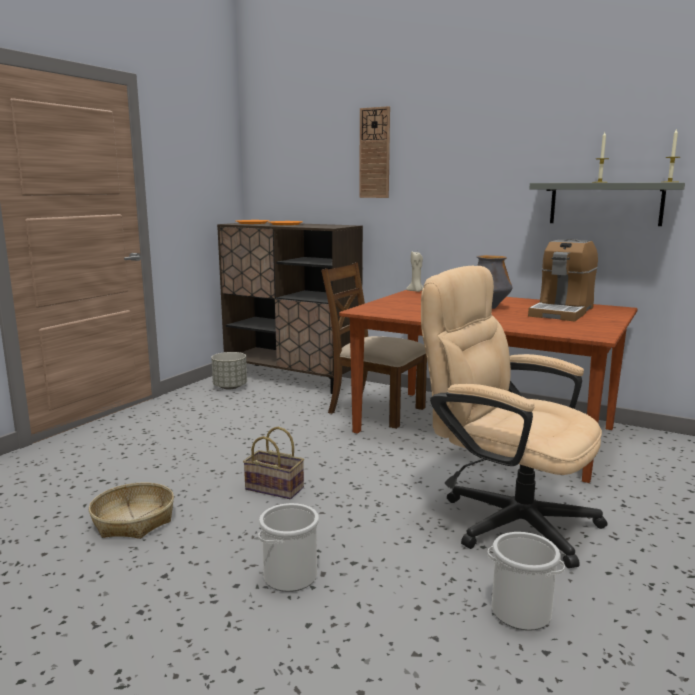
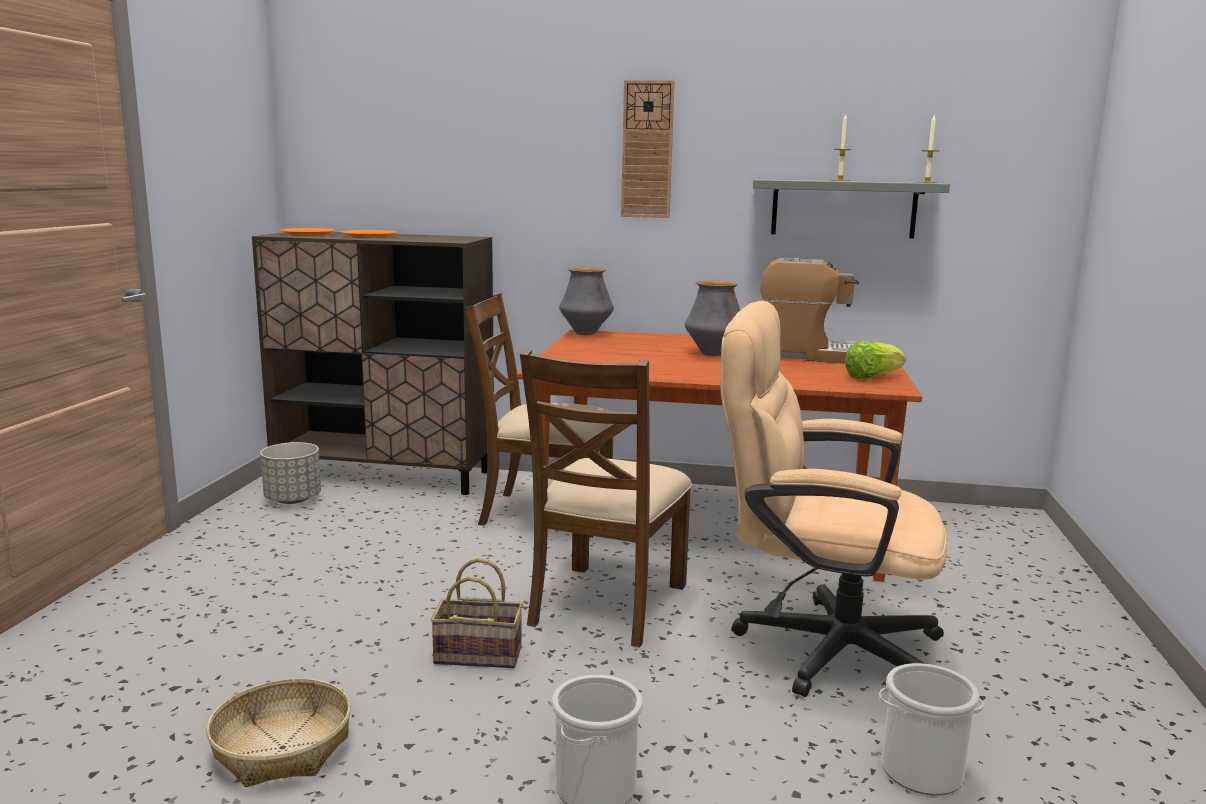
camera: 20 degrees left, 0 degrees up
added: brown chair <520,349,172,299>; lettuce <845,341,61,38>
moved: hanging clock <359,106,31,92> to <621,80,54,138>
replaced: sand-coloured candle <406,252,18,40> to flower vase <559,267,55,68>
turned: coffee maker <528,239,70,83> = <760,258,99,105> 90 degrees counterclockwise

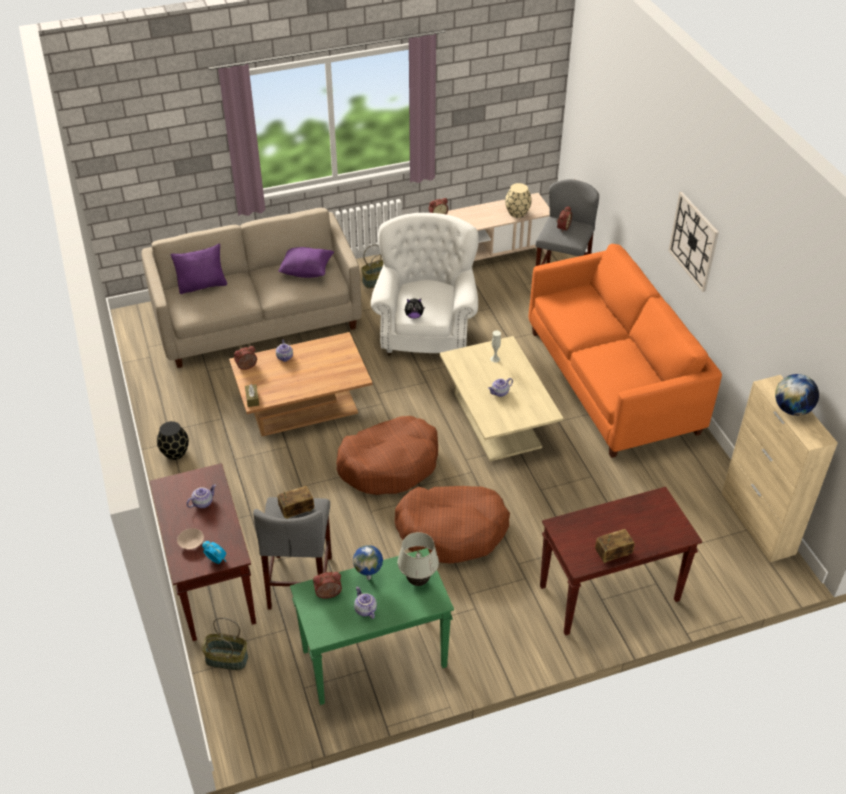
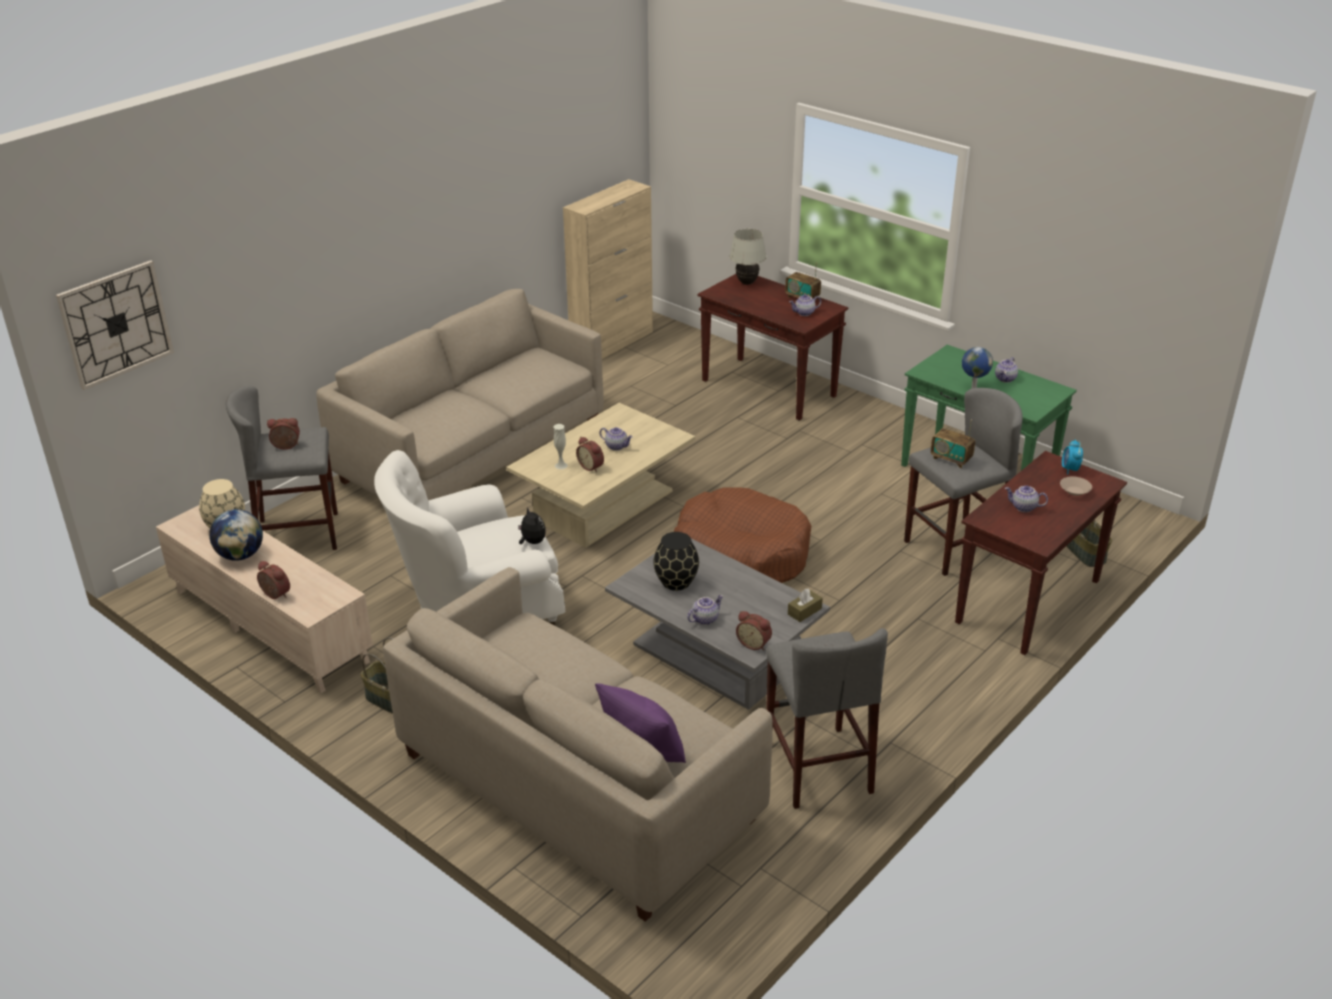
camera: 120 degrees left, 10 degrees down
removed: purple-coloured throw pillow <278,247,56,31>; brown pet bed <395,486,115,78>
added: grey stool seat <766,628,122,181>; pot for tea <789,294,32,22>
moved: black flower vase <157,421,32,39> to <653,532,46,59>; alarm clock <313,572,29,27> to <576,437,28,36>; whitish tabletop lamp <398,532,41,54> to <729,229,37,56>; hanging clock <668,192,51,100> to <56,260,118,130>; desk globe <775,374,44,42> to <209,509,54,52>
recoloured: brown low table <229,332,144,104> to grey low table <605,538,225,172>; orange sofa <528,244,194,214> to sand-coloured sofa <316,289,288,211>

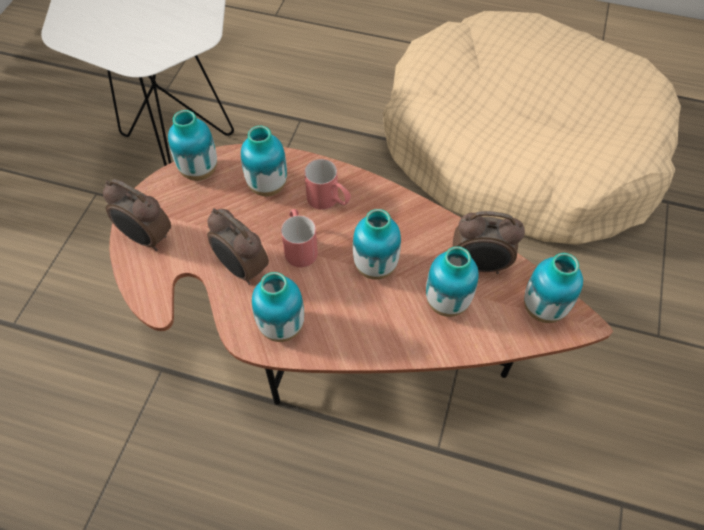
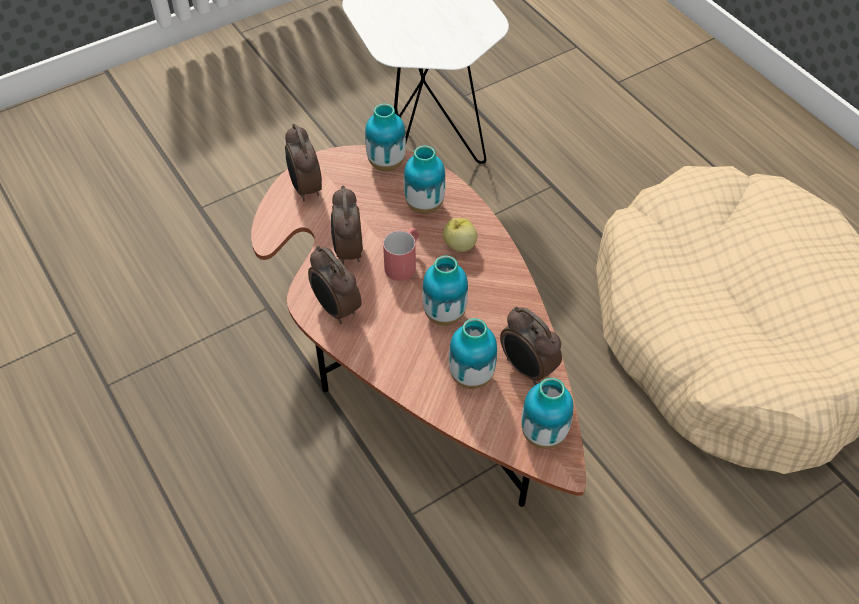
camera: 40 degrees right, 5 degrees down
replaced: flower vase <252,272,52,70> to alarm clock <308,246,54,78>; reddish coffee mug <304,159,47,51> to whole apple <443,218,34,34>

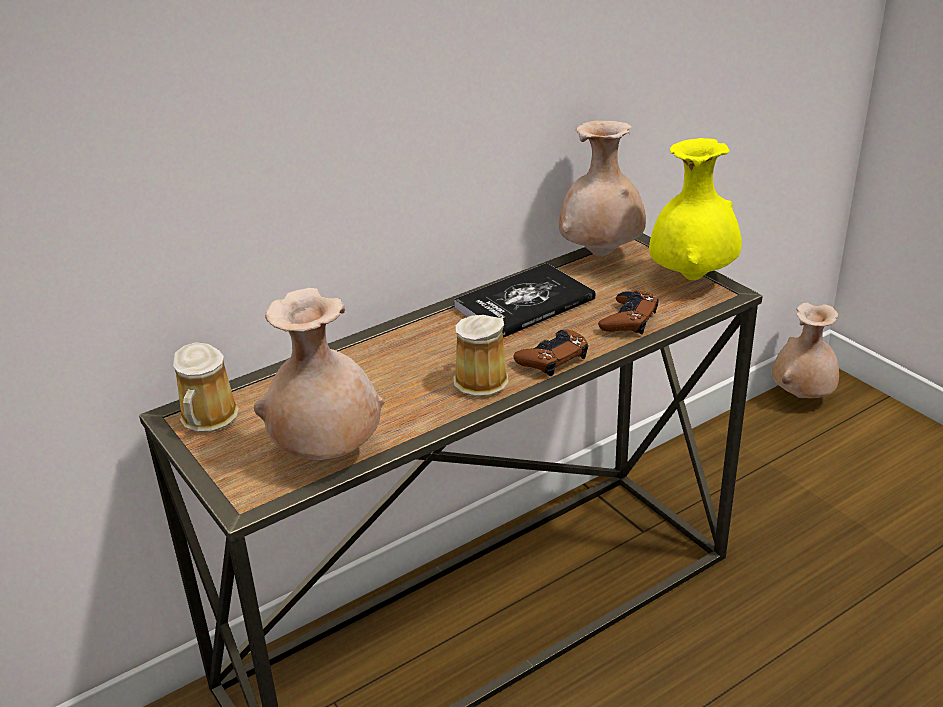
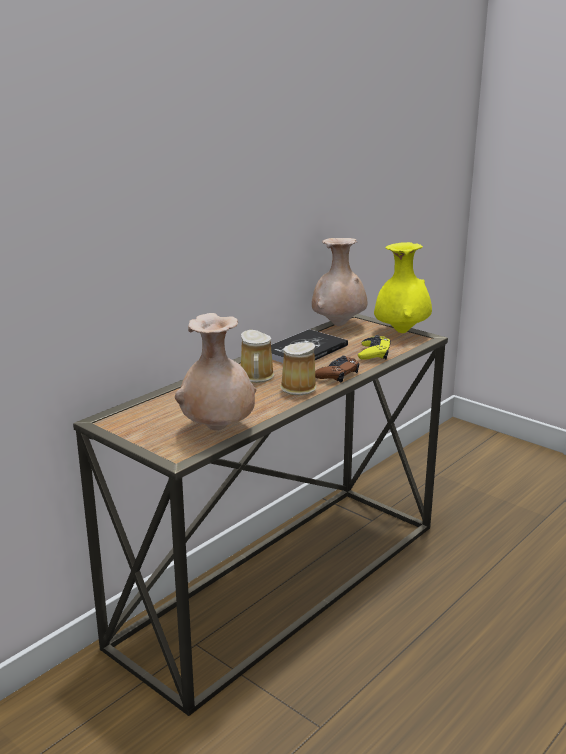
camera: 15 degrees left, 10 degrees down
removed: sand-coloured flower vase <772,302,67,96>
moved: coffee mug <173,342,66,90> to <241,330,34,53>
recoloured: brown game controller <598,291,61,43> to yellow-coloured game controller <358,335,33,25>

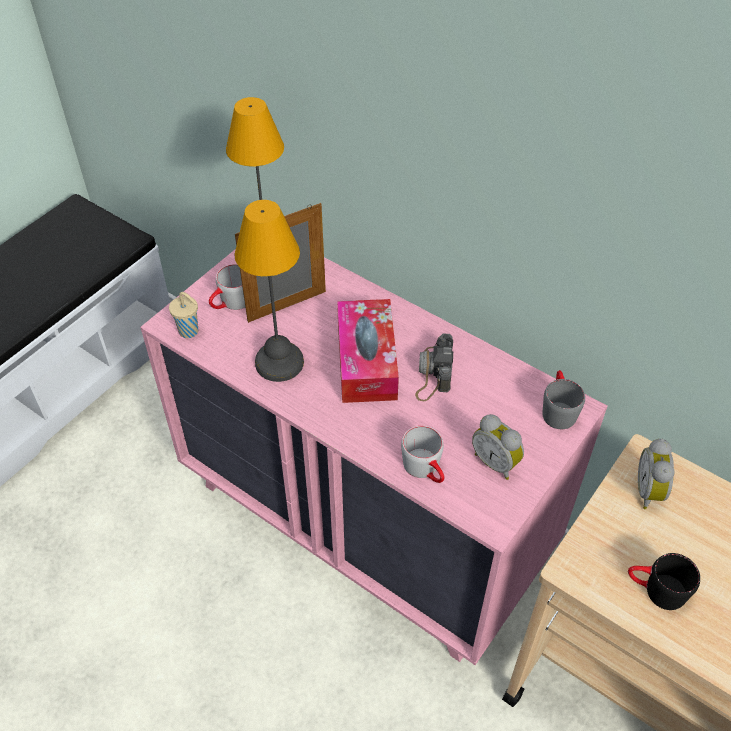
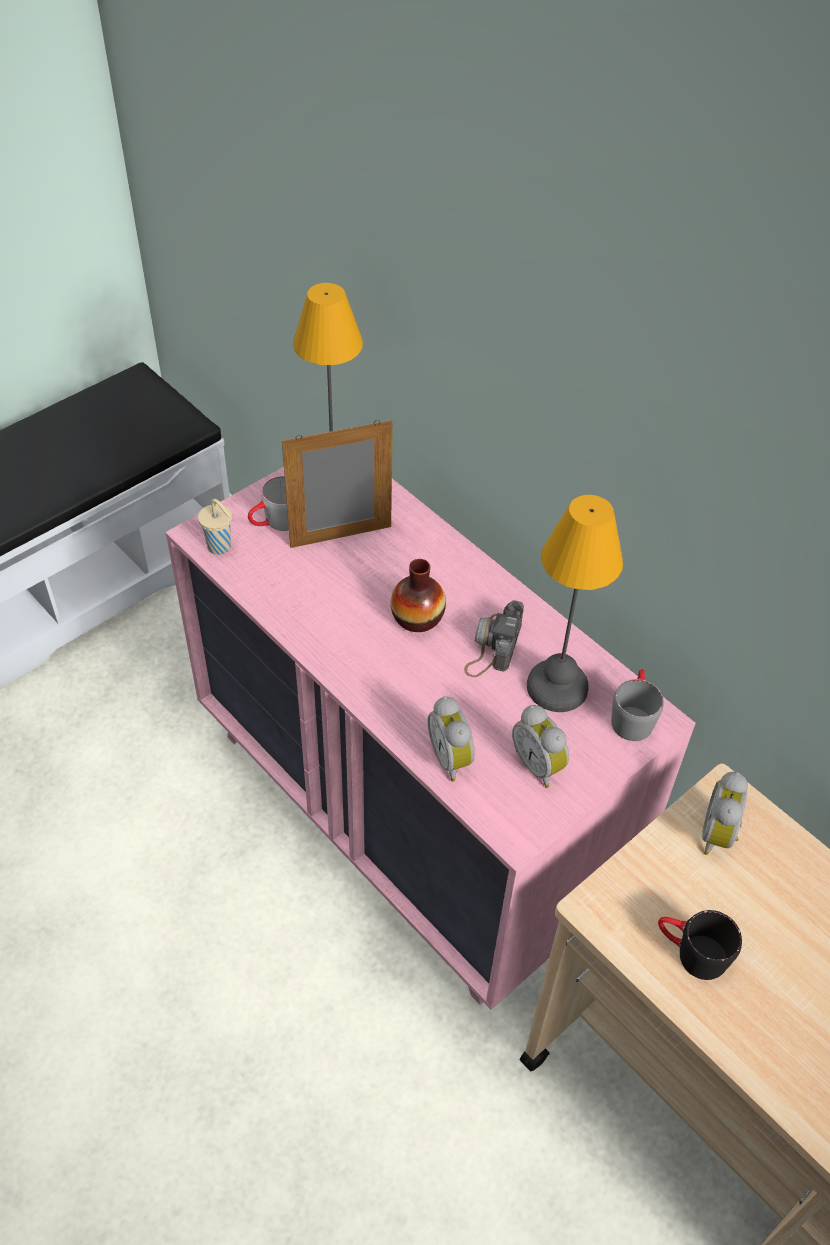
camera: 10 degrees right, 0 degrees up
moved: tabletop lamp <234,200,70,182> to <527,495,96,217>
replaced: box of tissues <337,299,62,104> to flower vase <391,559,55,73>; grey coffee mug <401,426,44,57> to alarm clock <428,696,47,86>

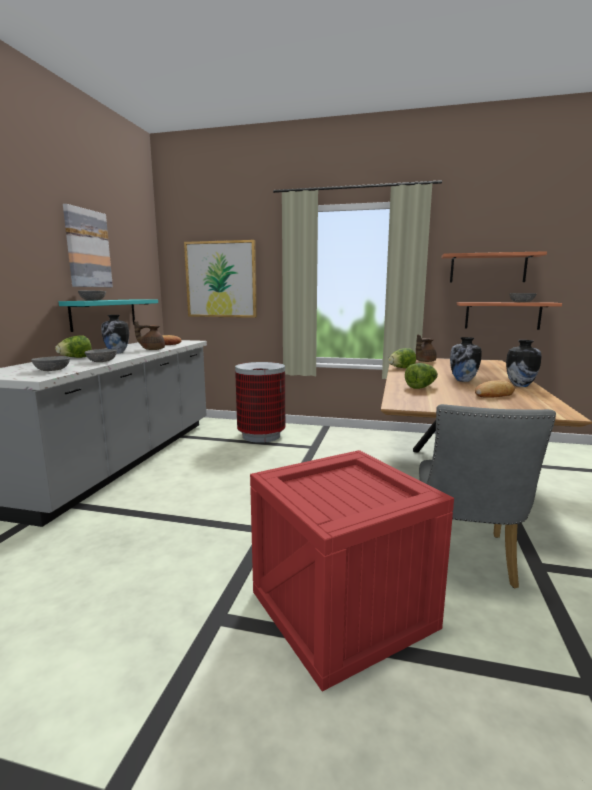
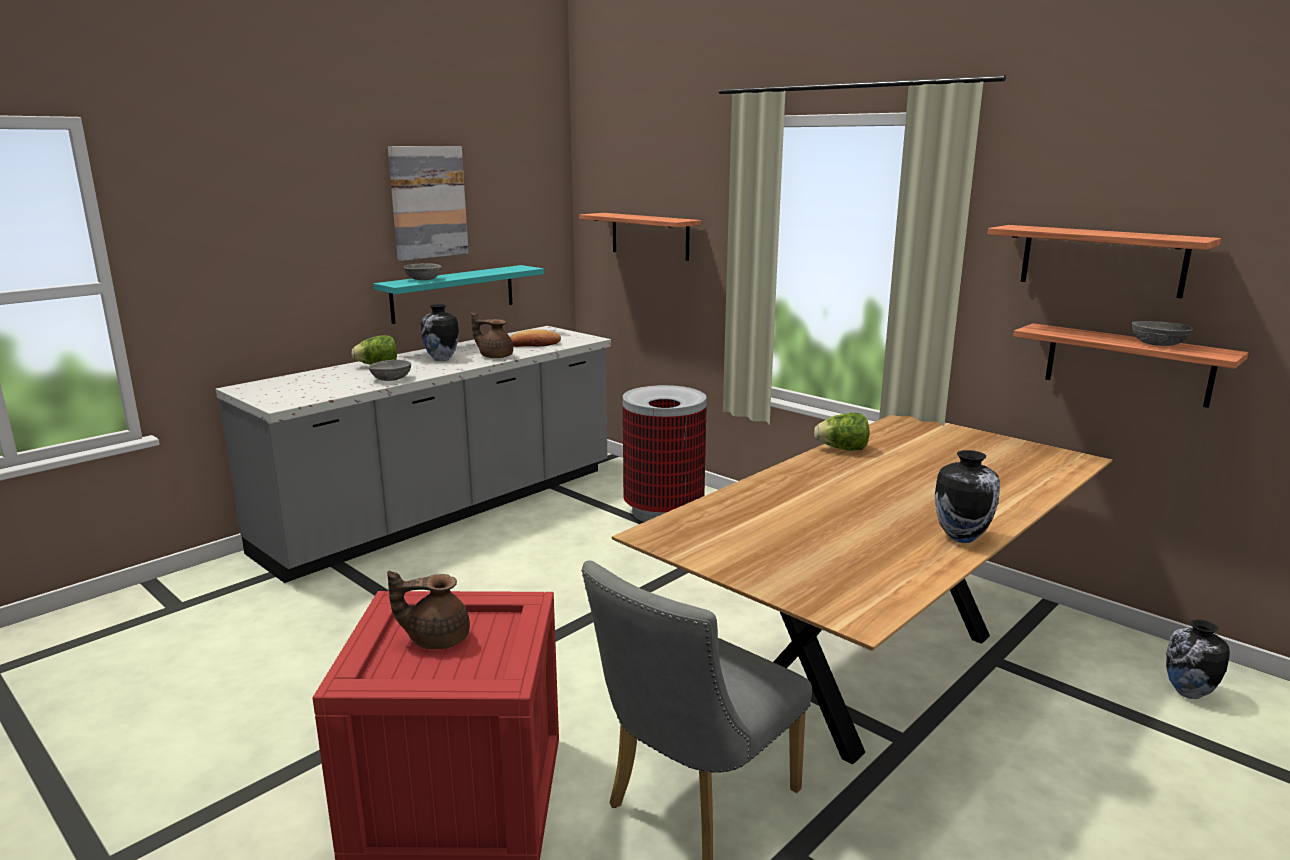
camera: 30 degrees right, 5 degrees up
removed: grey deep dish <31,356,39,15>; lettuce <405,363,33,26>; bread <475,380,40,18>
moved: brown pot for tea <416,335,21,27> to <387,570,83,79>; flower vase <450,337,32,45> to <1166,619,64,80>
replaced: wall art <184,240,73,78> to wall shelf <579,213,122,48>

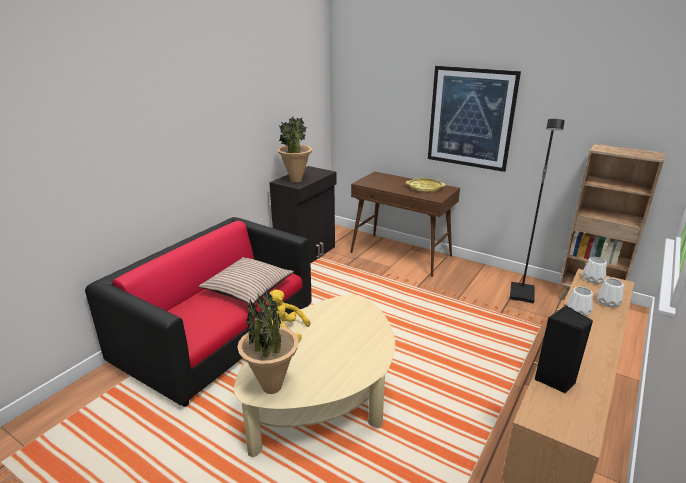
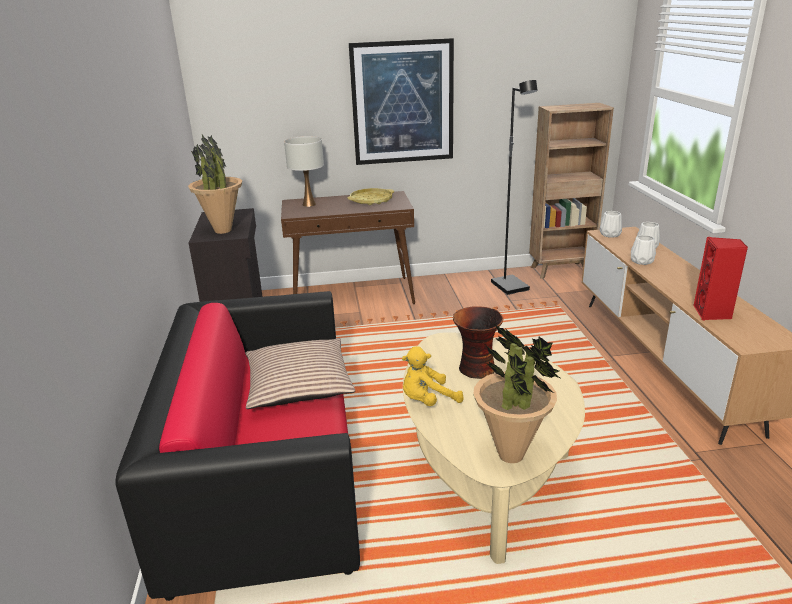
camera: 40 degrees left, 0 degrees up
added: whitish tabletop lamp <284,136,40,71>; flower vase <453,306,50,73>
recoloured: black speaker <535,305,58,88> to reddish speaker <694,237,54,83>

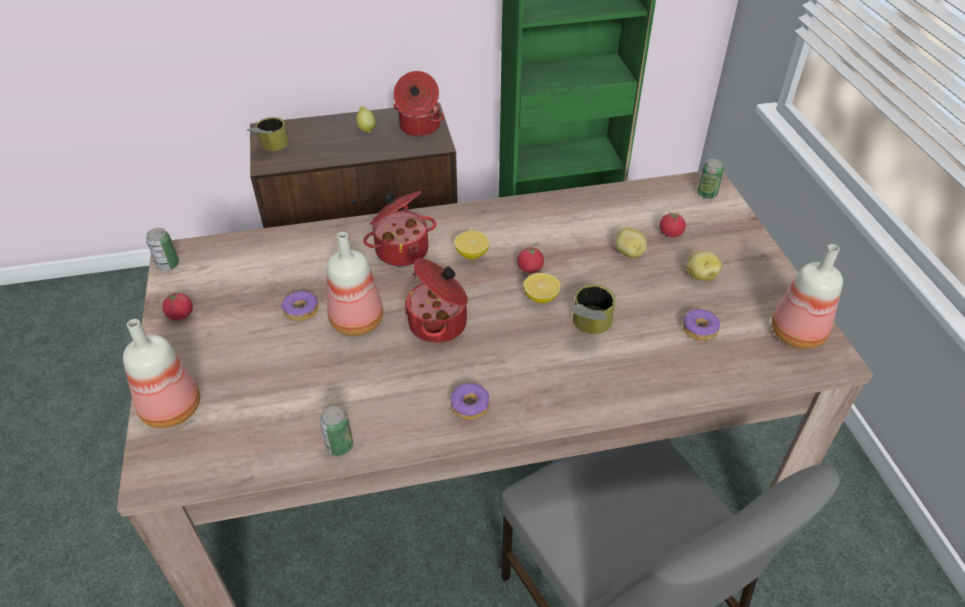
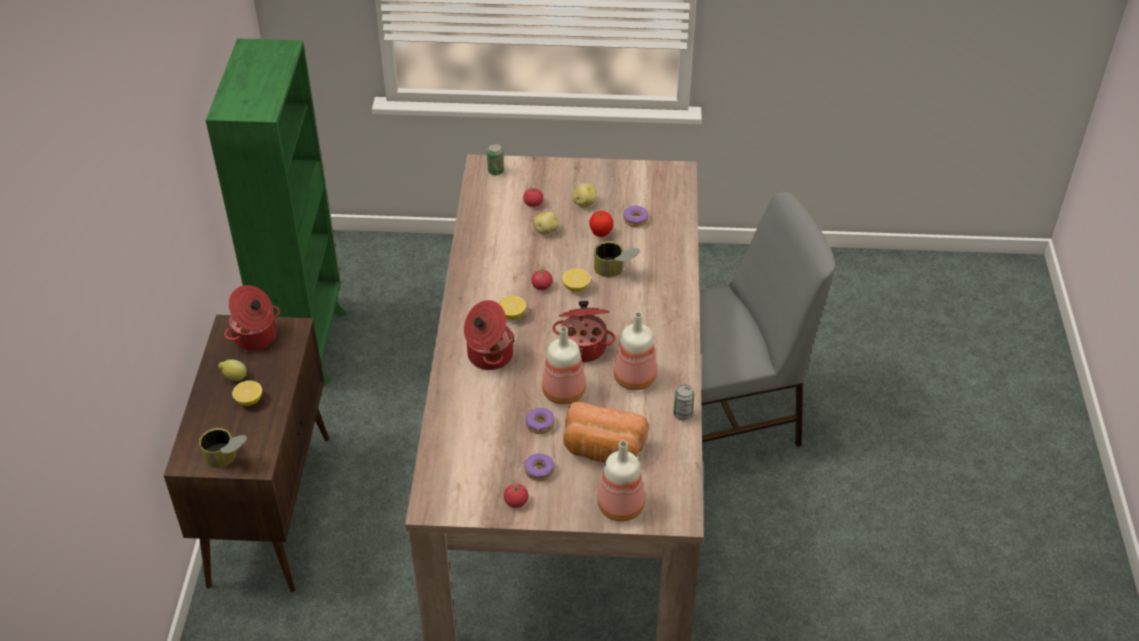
camera: 75 degrees left, 0 degrees up
removed: can <146,228,33,43>
added: whole lemon <232,380,30,26>; bread <564,402,85,61>; tomato <589,211,24,26>
moved: doughnut <450,383,39,37> to <524,453,30,28>; drink bottle <771,244,72,105> to <613,312,44,78>

